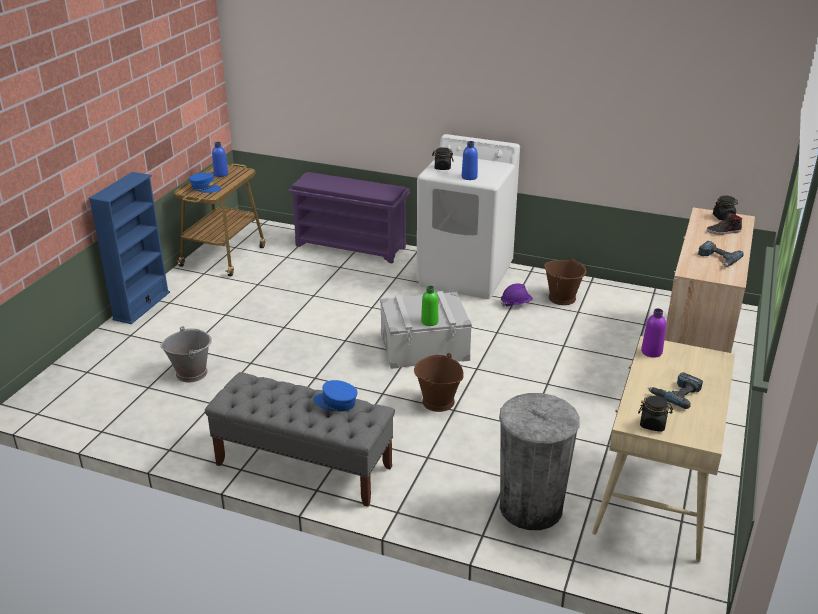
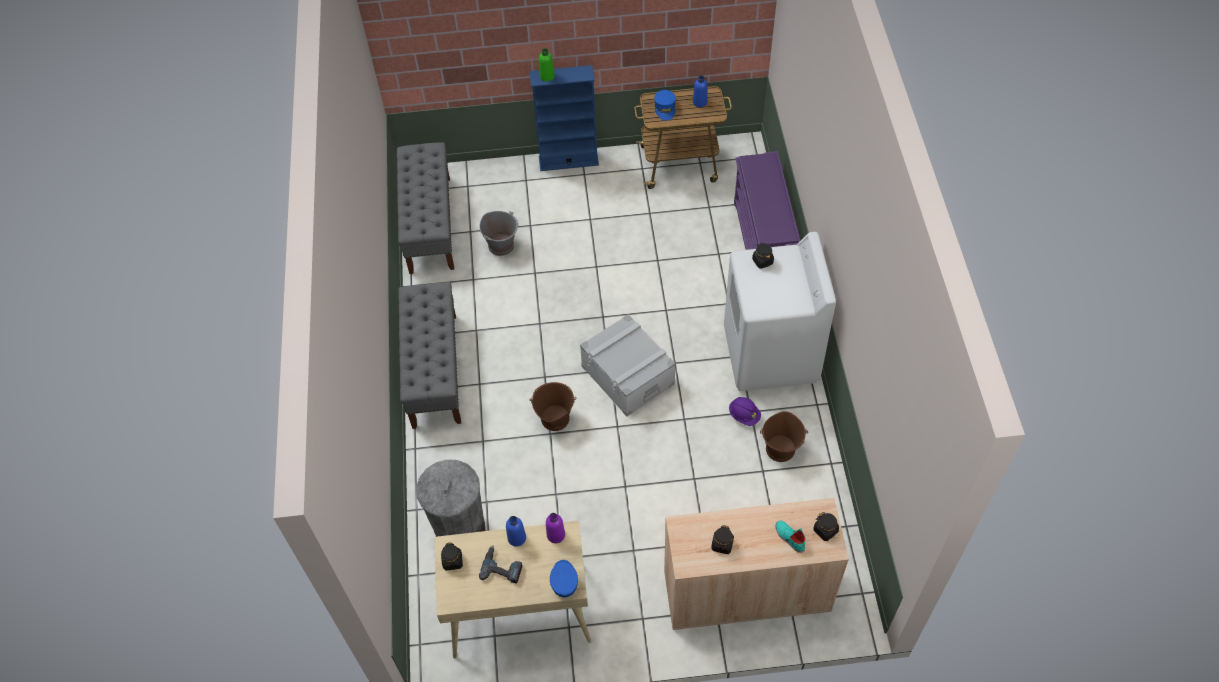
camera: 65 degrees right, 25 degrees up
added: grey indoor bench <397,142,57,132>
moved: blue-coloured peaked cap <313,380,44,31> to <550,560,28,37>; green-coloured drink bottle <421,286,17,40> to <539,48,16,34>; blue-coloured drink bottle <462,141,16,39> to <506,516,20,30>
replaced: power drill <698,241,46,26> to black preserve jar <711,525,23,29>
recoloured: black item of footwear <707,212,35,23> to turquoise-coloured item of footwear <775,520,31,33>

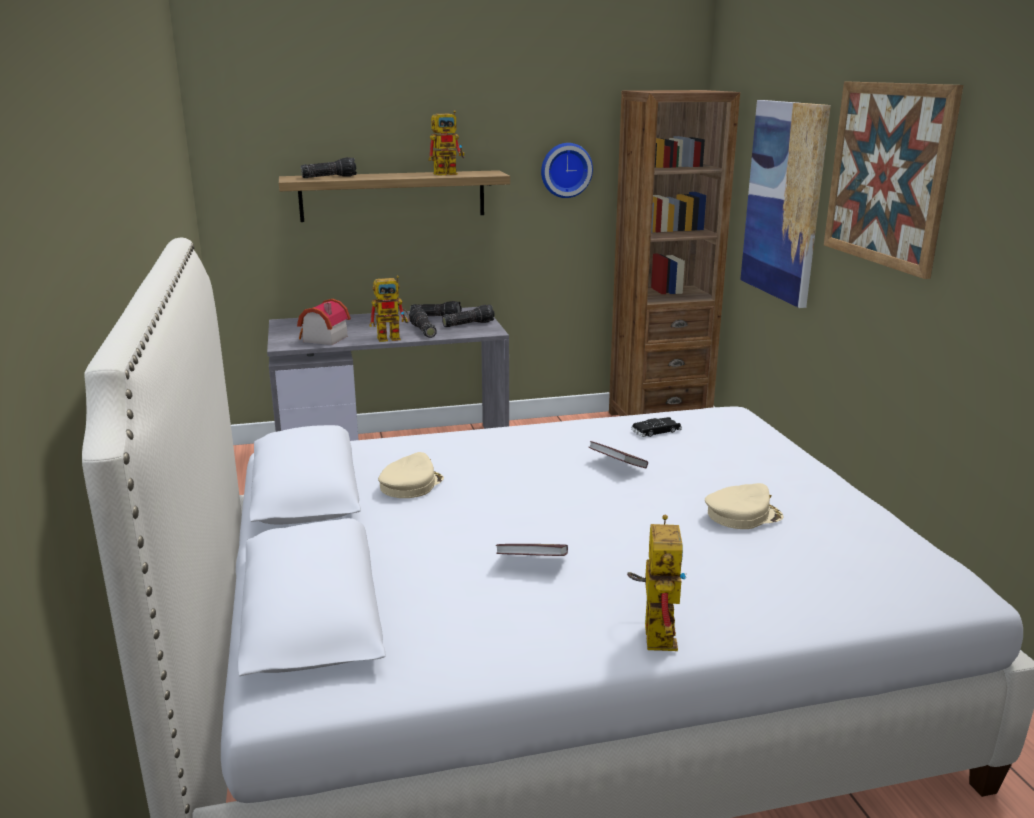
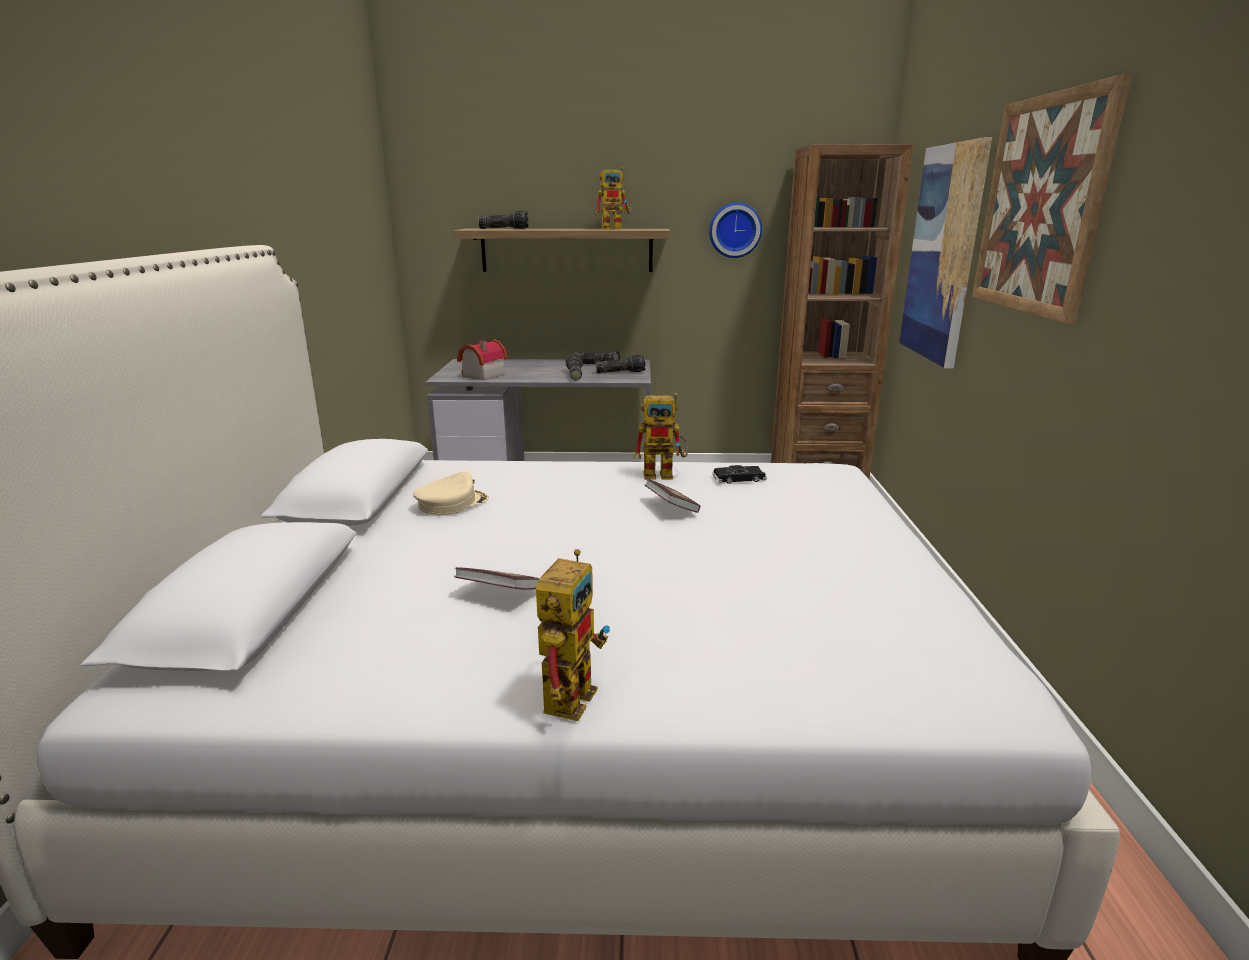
camera: 15 degrees right, 0 degrees up
removed: sand-coloured peaked cap <705,483,78,46>
moved: robot figure <369,276,40,66> to <633,393,55,87>

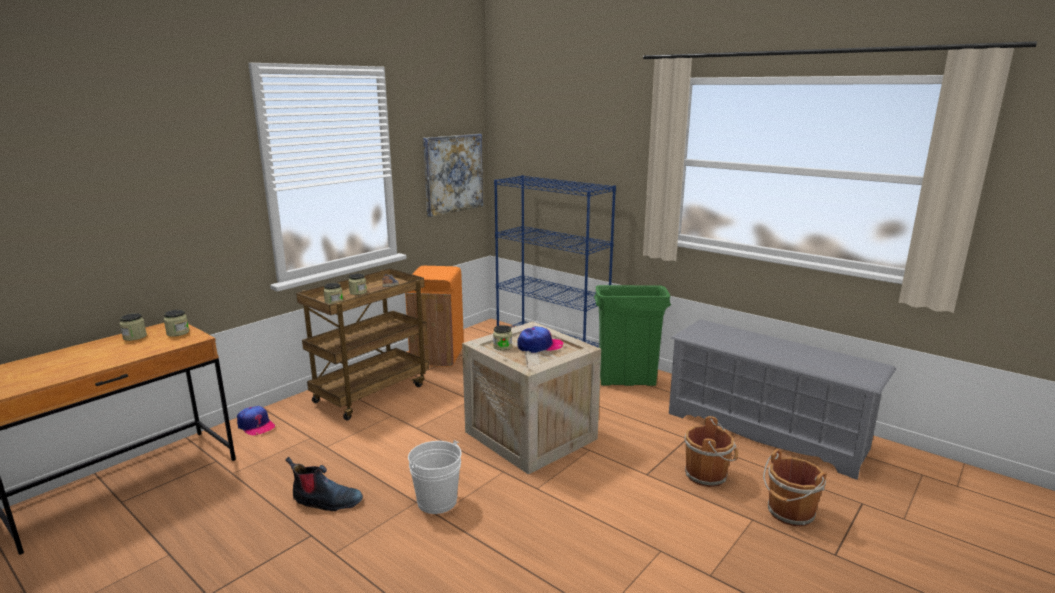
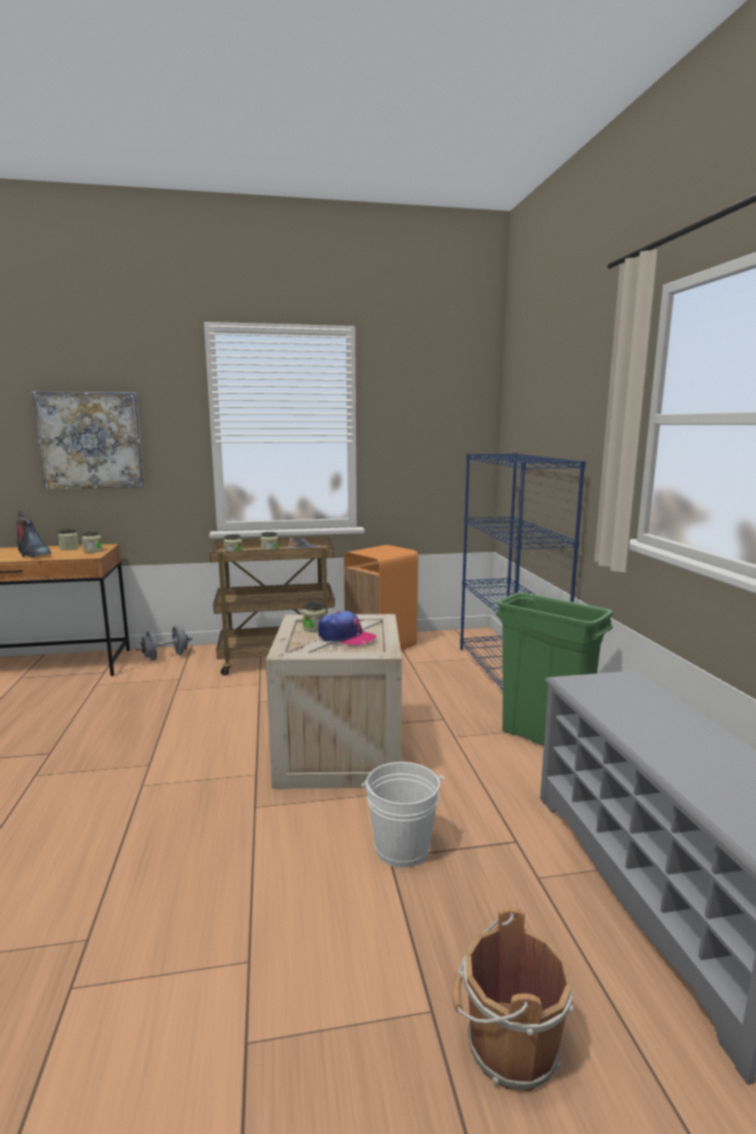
camera: 40 degrees right, 5 degrees down
removed: brown water bucket <685,416,53,71>
moved: high-top boot <285,457,78,54> to <16,511,35,47>; whitish water bucket <408,440,54,74> to <362,762,83,106>; wall art <423,134,60,83> to <32,391,113,98>
replaced: peaked cap <237,406,39,29> to grey free weight <136,626,57,35>

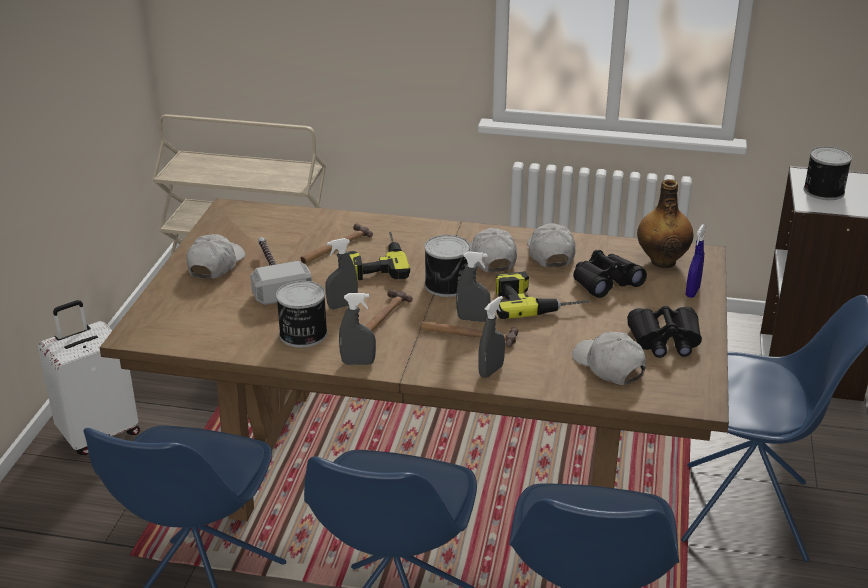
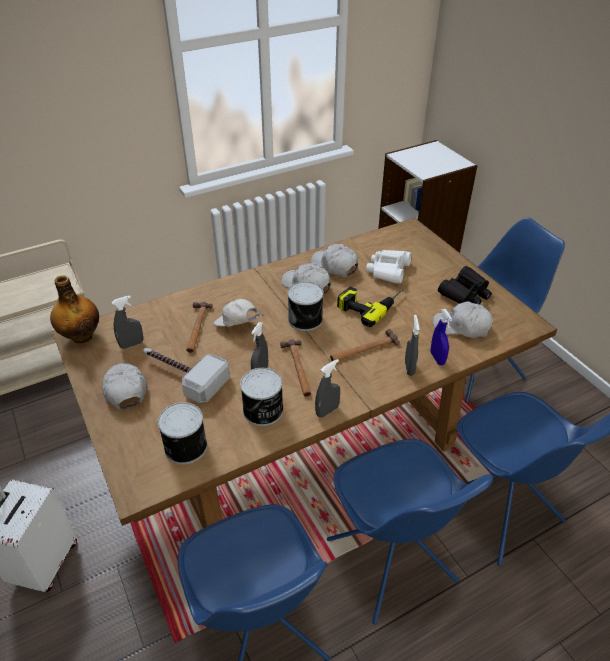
camera: 40 degrees left, 10 degrees up
moved: grey sprayer <456,251,35,71> to <112,296,31,53>; drink bottle <637,179,57,89> to <50,275,49,68>; blue-coloured sprayer <686,224,20,74> to <431,309,21,56>; can <804,146,48,54> to <158,402,49,62>
replaced: power drill <348,231,62,49> to whitish peaked cap <214,299,51,28>
recoloured: black field glasses <573,250,74,48> to whitish field glasses <366,250,45,34>

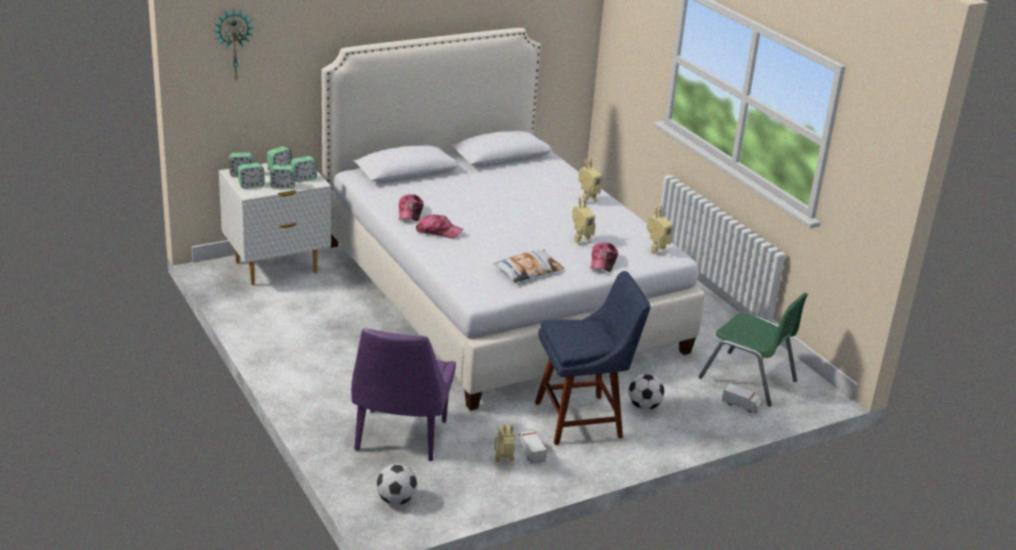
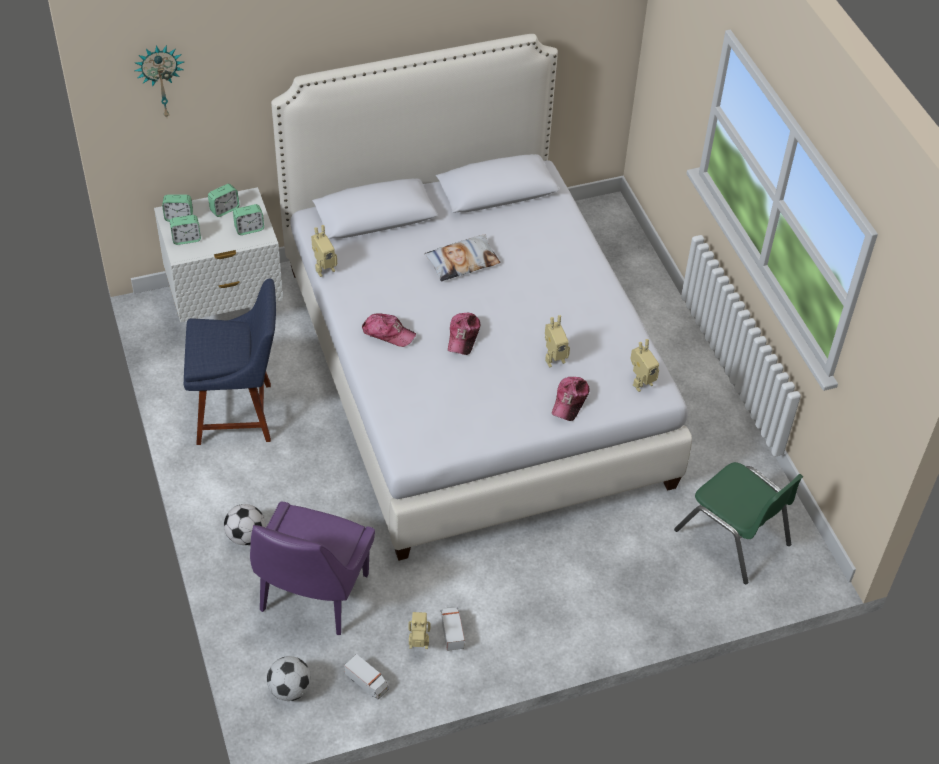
camera: 10 degrees right, 20 degrees up
removed: alarm clock <270,165,25,25>
moved: peaked cap <399,194,25,28> to <448,313,33,42>; throw pillow <493,249,71,34> to <424,235,76,46>; blue-coloured chair <535,271,115,174> to <184,279,92,166>; robot figure <578,158,24,46> to <311,225,26,52>; football <628,374,37,36> to <224,504,41,41>; model truck <722,384,40,29> to <344,654,44,46>

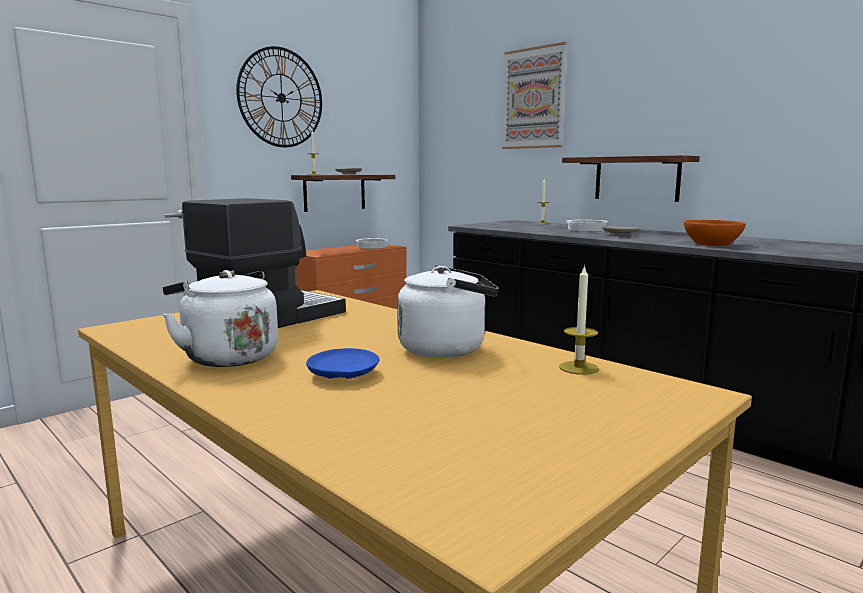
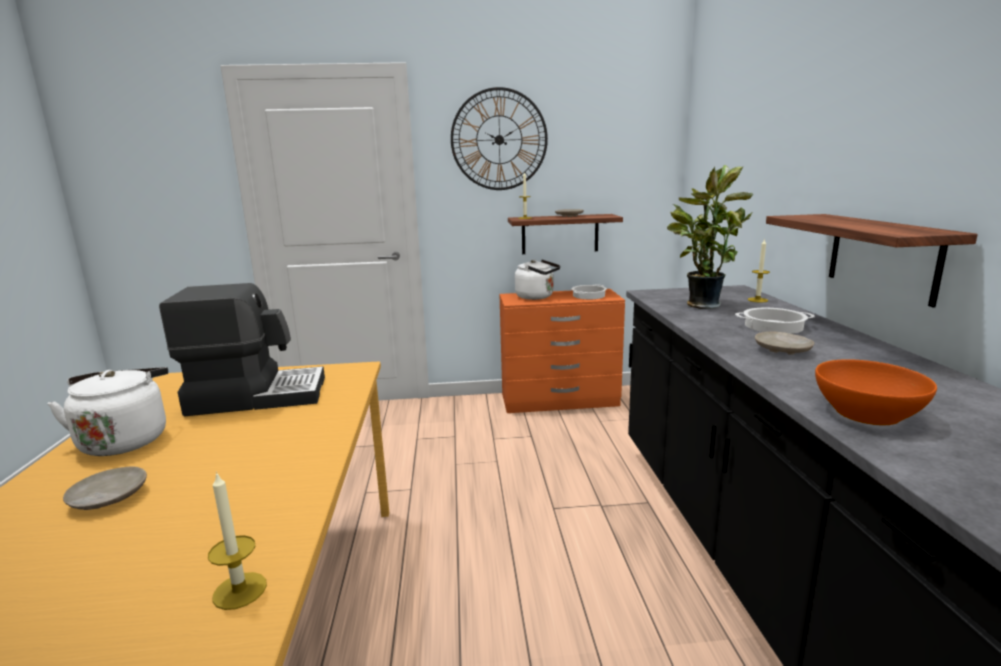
camera: 40 degrees right, 5 degrees up
removed: wall art <502,42,65,107>
added: plant in a pot <667,165,86,144>
moved: whitish tea kettle <397,265,102,93> to <515,260,45,40>
recoloured: blue-coloured plate <306,348,73,31> to sand-coloured plate <63,466,84,44>

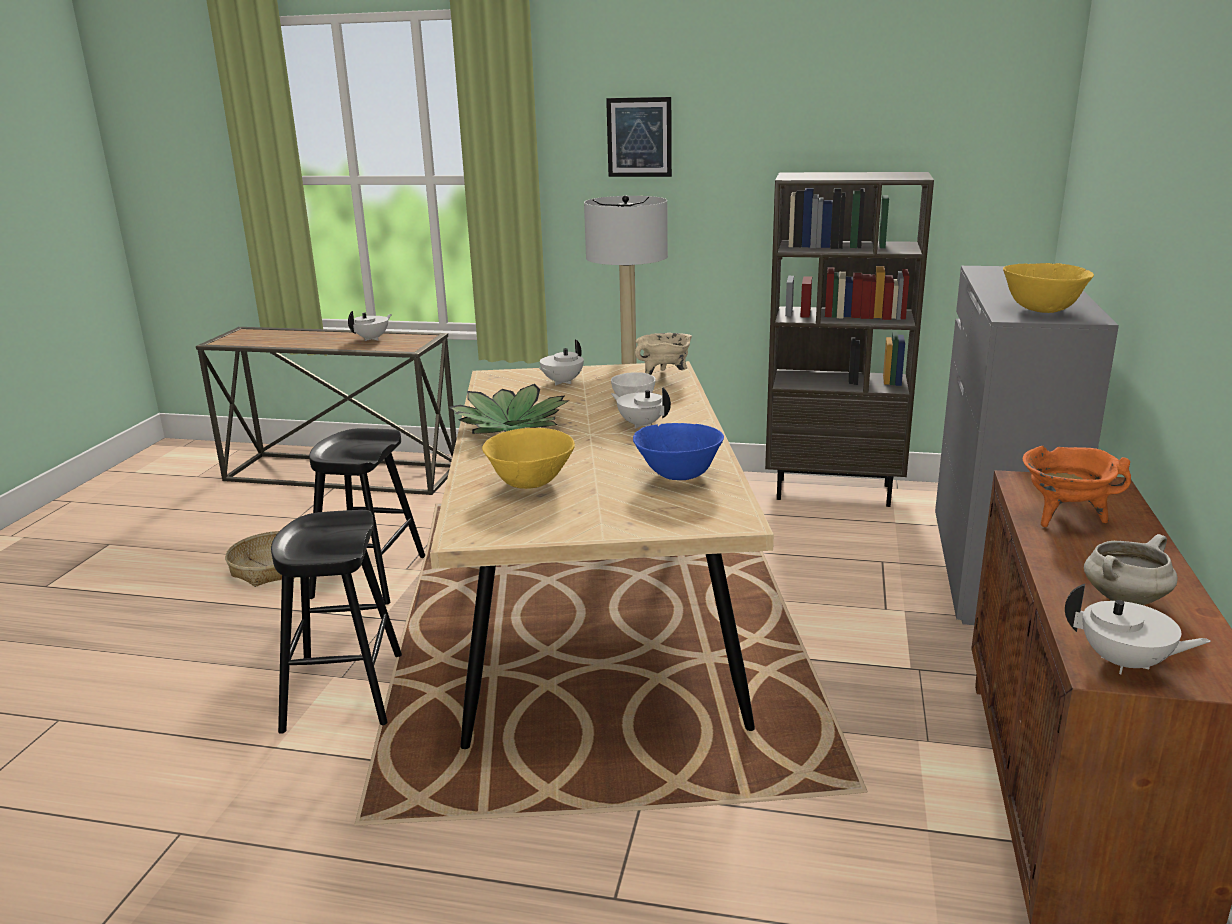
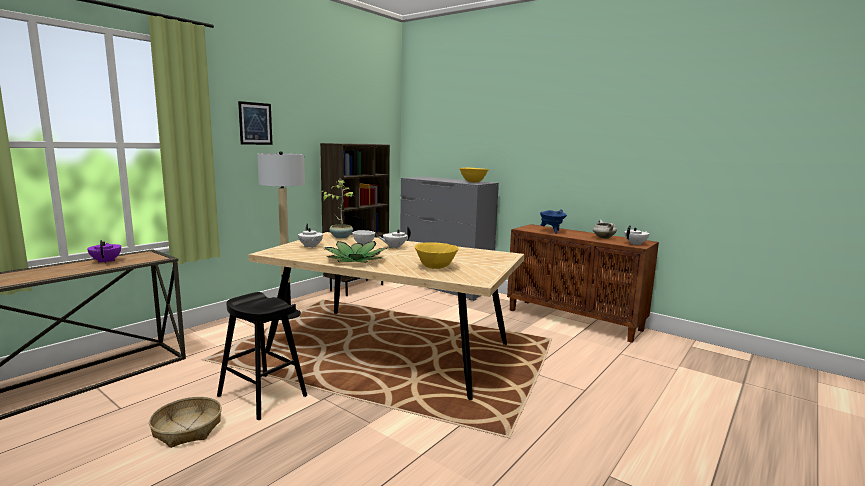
camera: 65 degrees left, 10 degrees down
removed: black stool seat <271,510,131,224>; blue-coloured deep dish <633,423,91,57>
replaced: sand-coloured cooking pot <635,333,57,42> to plant in a pot <322,179,34,59>
recoloured: whitish pot for tea <348,311,44,30> to purple-coloured pot for tea <87,240,34,23>; orange cooking pot <1023,446,108,81> to blue-coloured cooking pot <540,209,27,25>

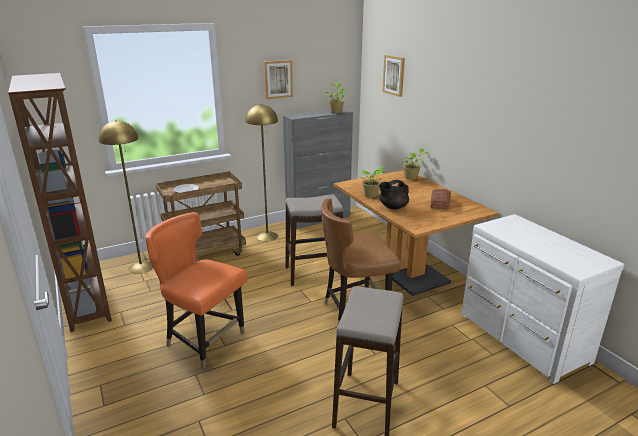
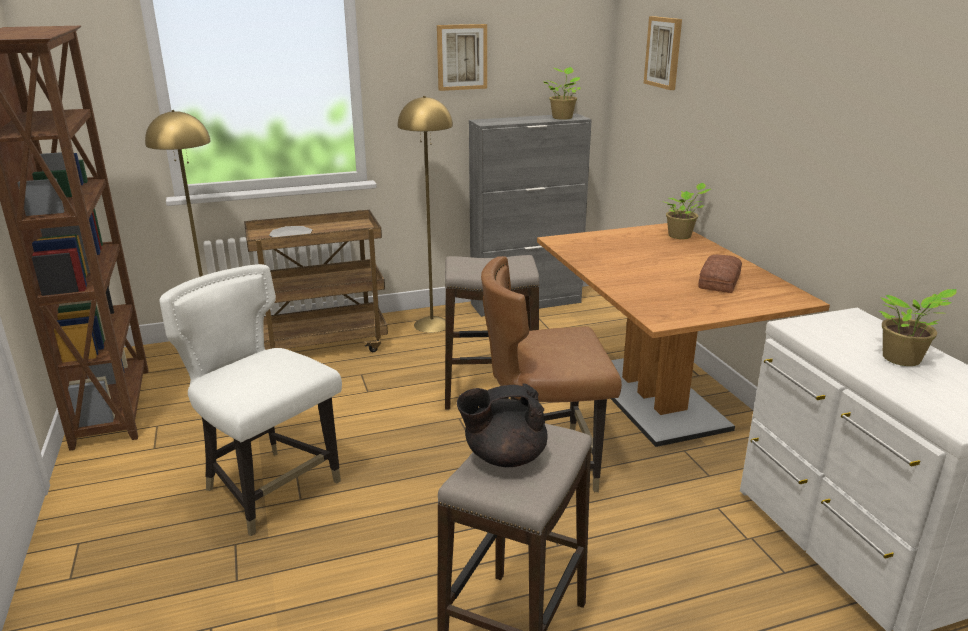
camera: 10 degrees right, 0 degrees up
moved: plant in a pot <360,166,25,32> to <879,289,78,77>; black pot for tea <379,180,30,29> to <457,383,91,84>
recoloured: orange chair <145,212,103,157> to whitish chair <159,264,183,272>

